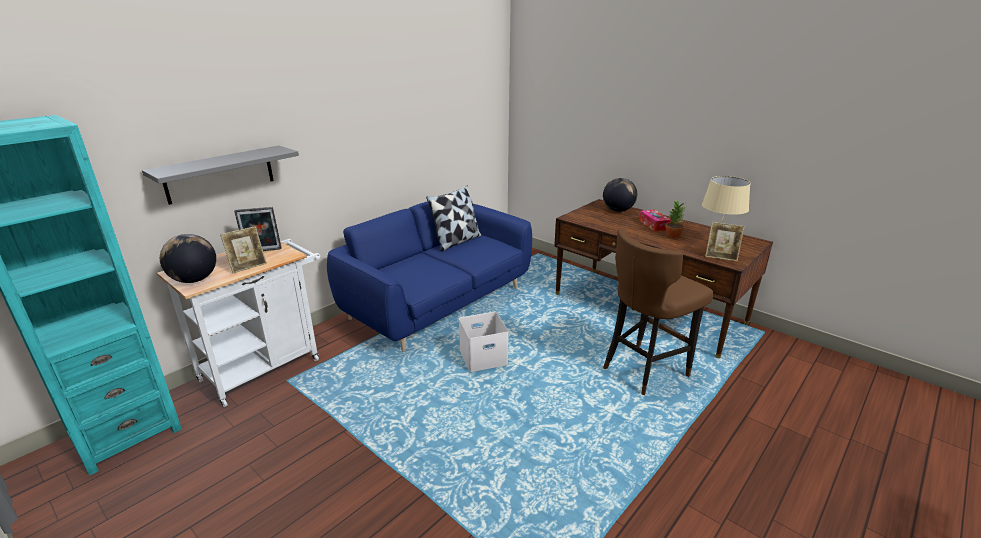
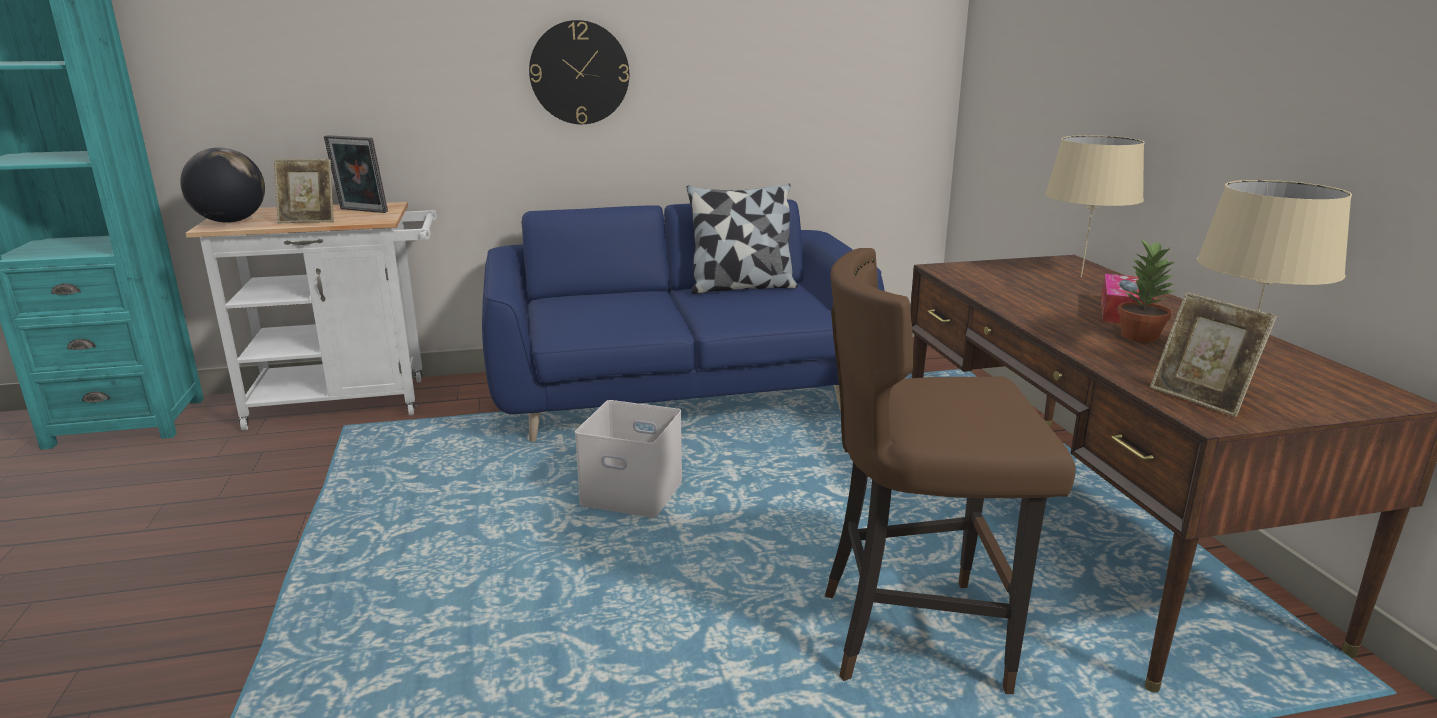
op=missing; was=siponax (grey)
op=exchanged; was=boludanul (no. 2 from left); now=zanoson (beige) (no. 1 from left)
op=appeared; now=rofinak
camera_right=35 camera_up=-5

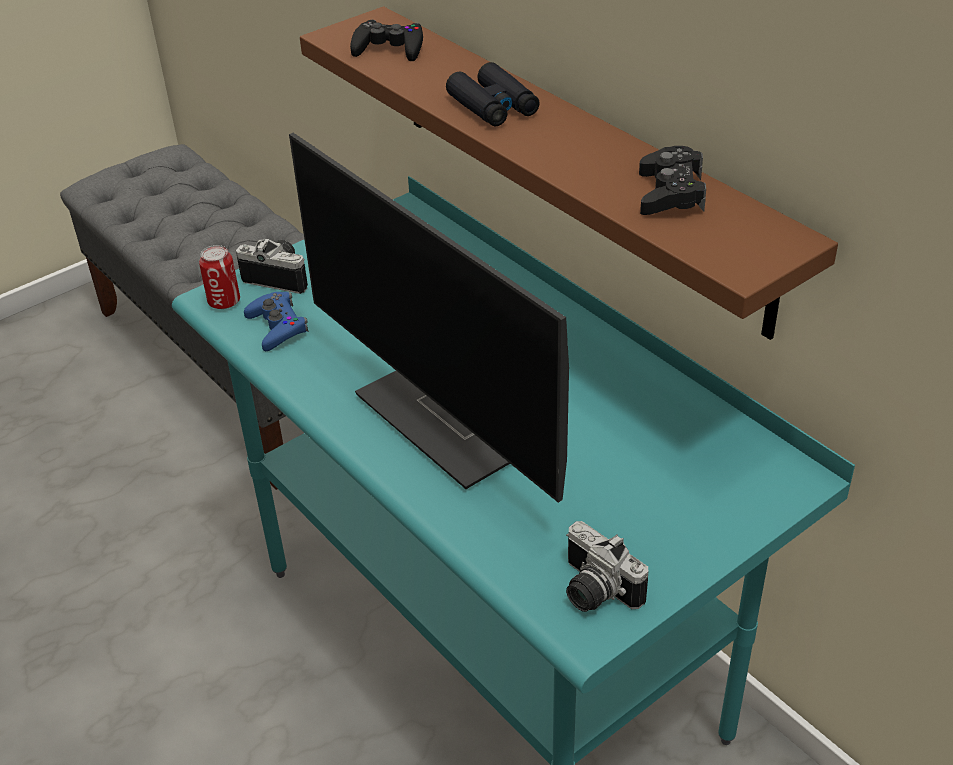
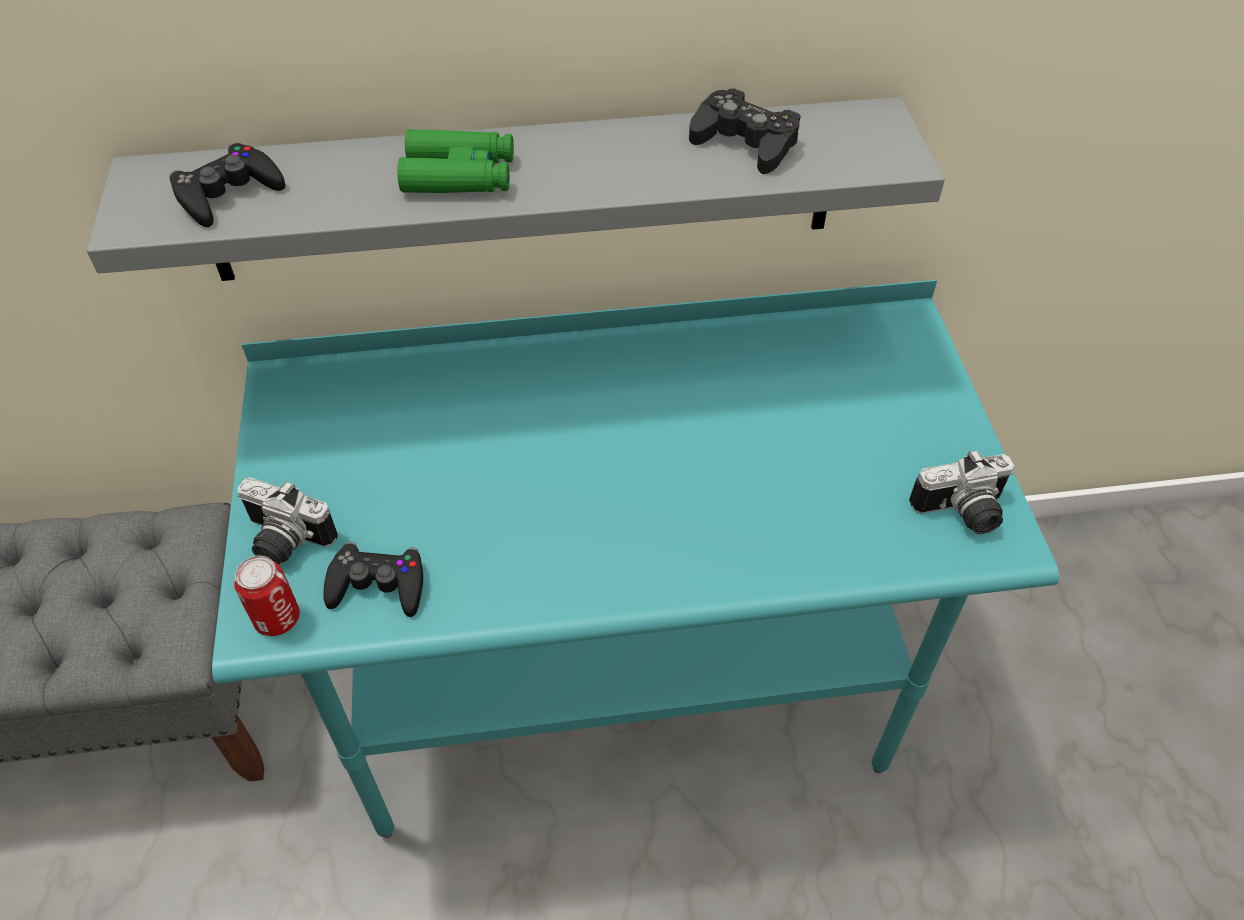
op=colour; was=siponax (brown); now=siponax (grey)
op=colour; was=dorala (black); now=dorala (green)
op=missing; was=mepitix
op=spun; was=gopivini (no. 1 from left); clockwise=-120
op=colour; was=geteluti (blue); now=geteluti (black) (no. 2 from left)
camera_right=-60 camera_up=10

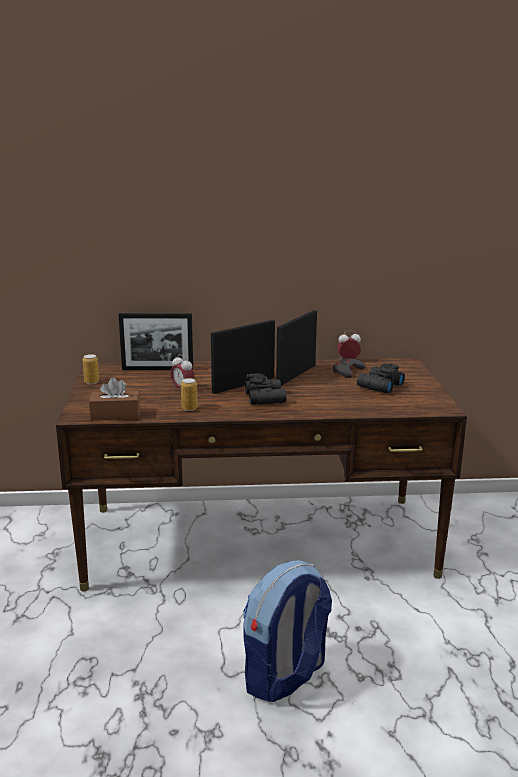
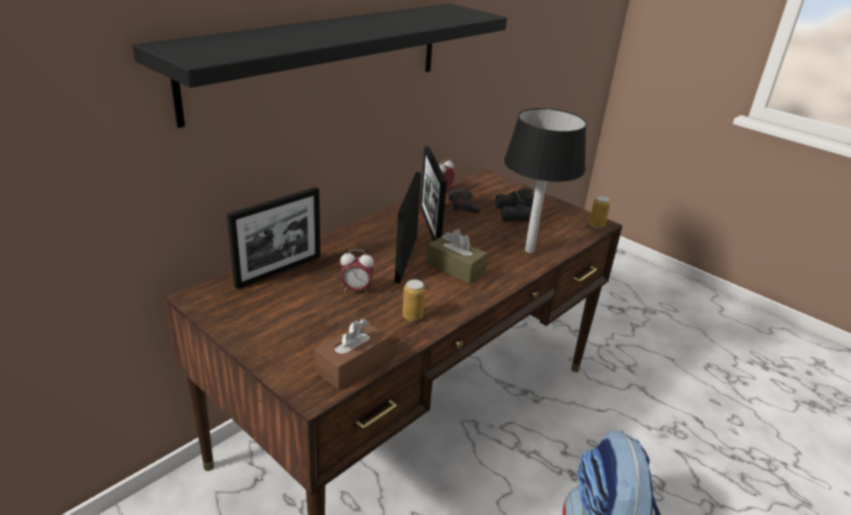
op=relocated; was=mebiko (no. 1 from left in the first image); now=mebiko (no. 2 from left)
op=exchanged; was=dorala (black) (no. 1 from left); now=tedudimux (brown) (no. 2 from left)
op=appeared; now=siponax (black)
op=appeared; now=zanoson (black)
camera_right=-45 camera_up=10

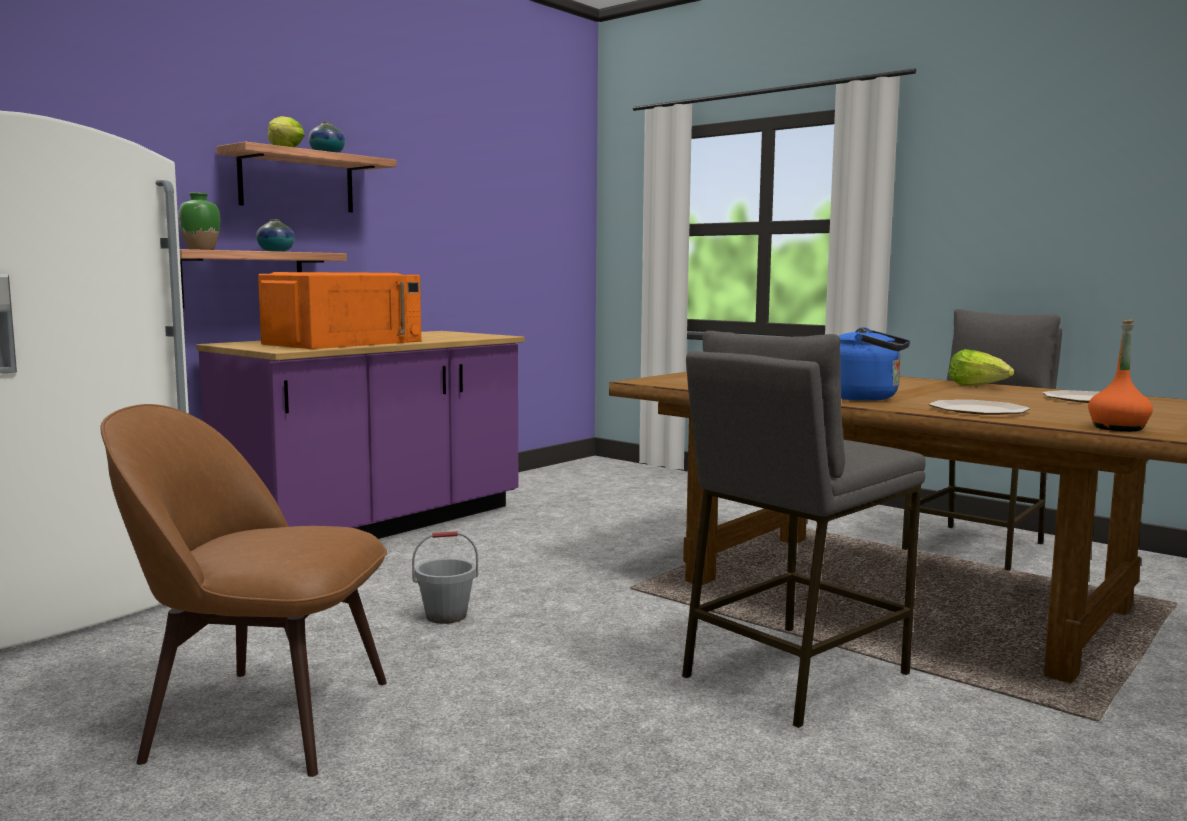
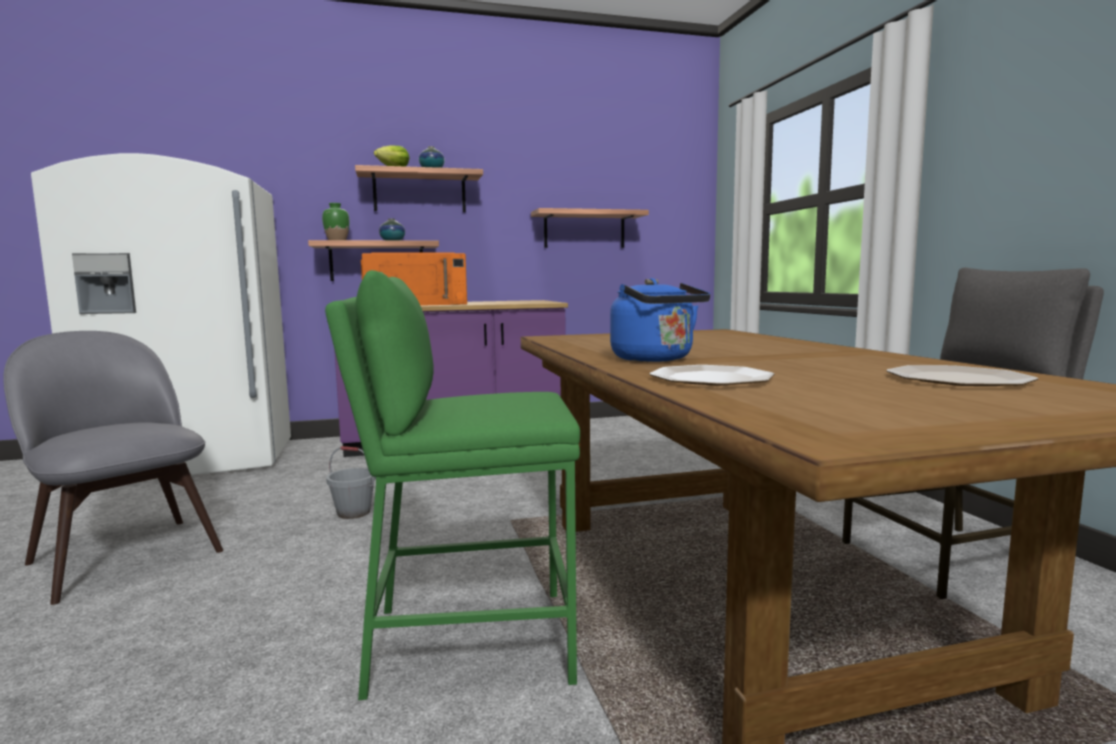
op=missing; was=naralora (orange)
op=colour; was=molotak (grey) (no. 1 from left); now=molotak (green)
op=missing; was=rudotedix (no. 2 from left)
op=colour; was=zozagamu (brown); now=zozagamu (grey)
op=appeared; now=siponax (no. 3 from left)
camera_right=35 camera_up=0

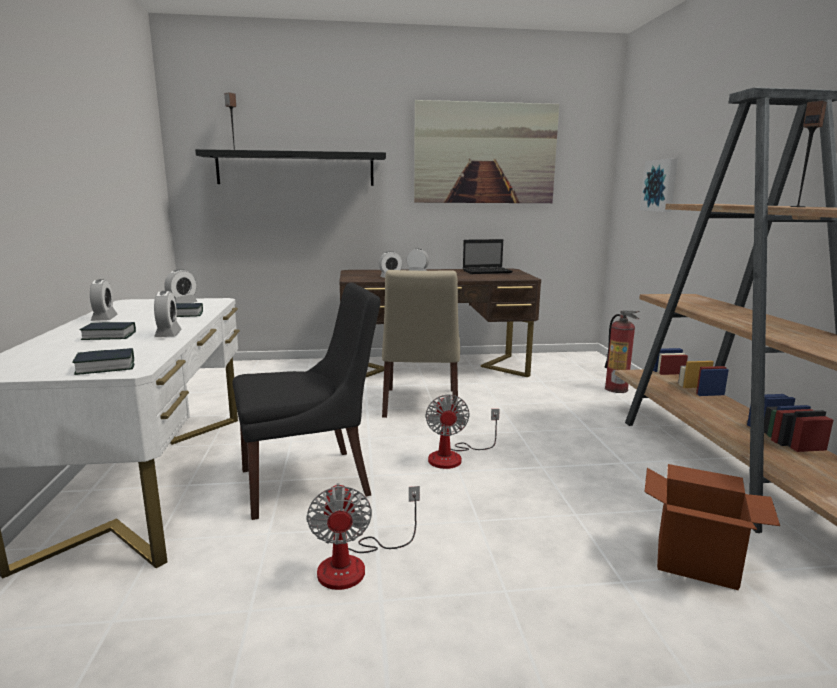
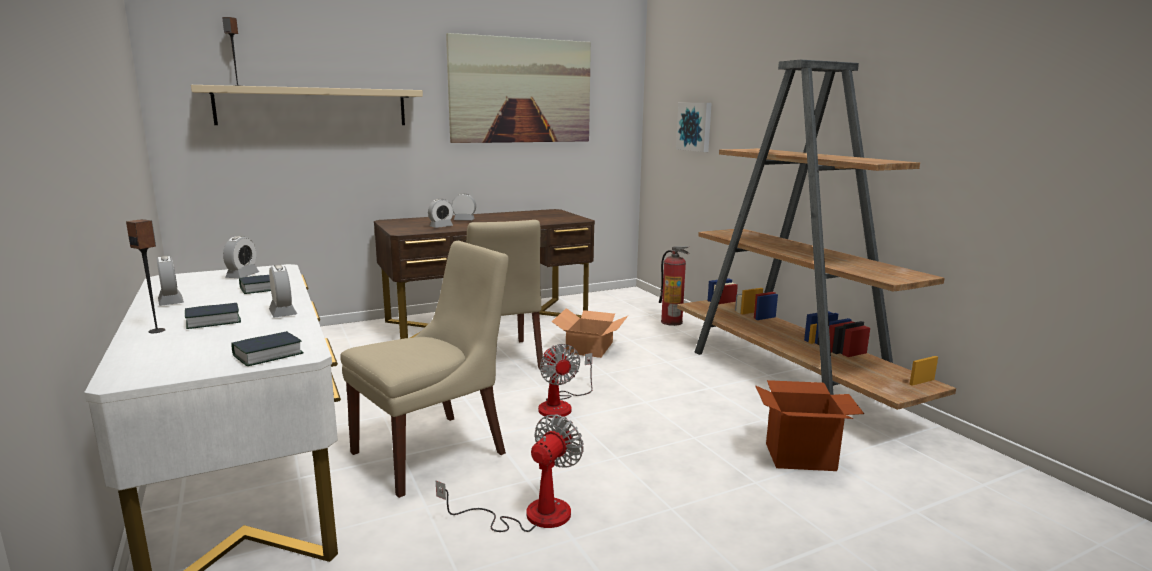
op=relocated; was=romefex (no. 2 from left in the first image); now=romefex (no. 1 from left)
op=colour; was=siponax (black); now=siponax (beige)
op=missing; was=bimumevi
op=colour; was=zozagamu (black); now=zozagamu (beige) (no. 1 from left)
op=spun; was=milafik (no. 1 from left); clockwise=-120
op=appeared; now=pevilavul (no. 1 from left)
camera_right=-20 camera_up=0

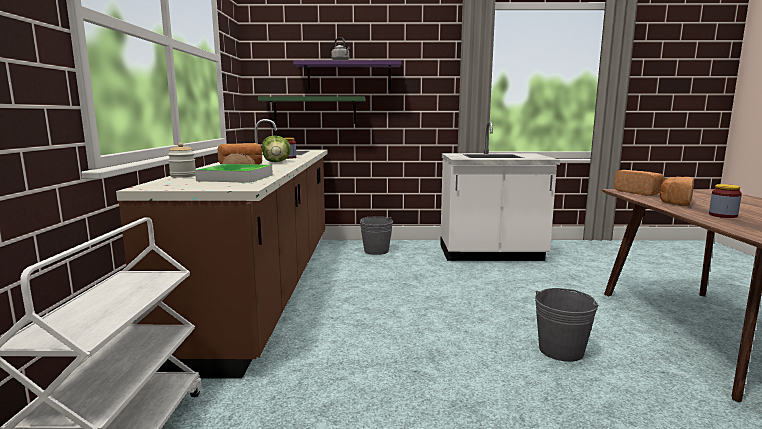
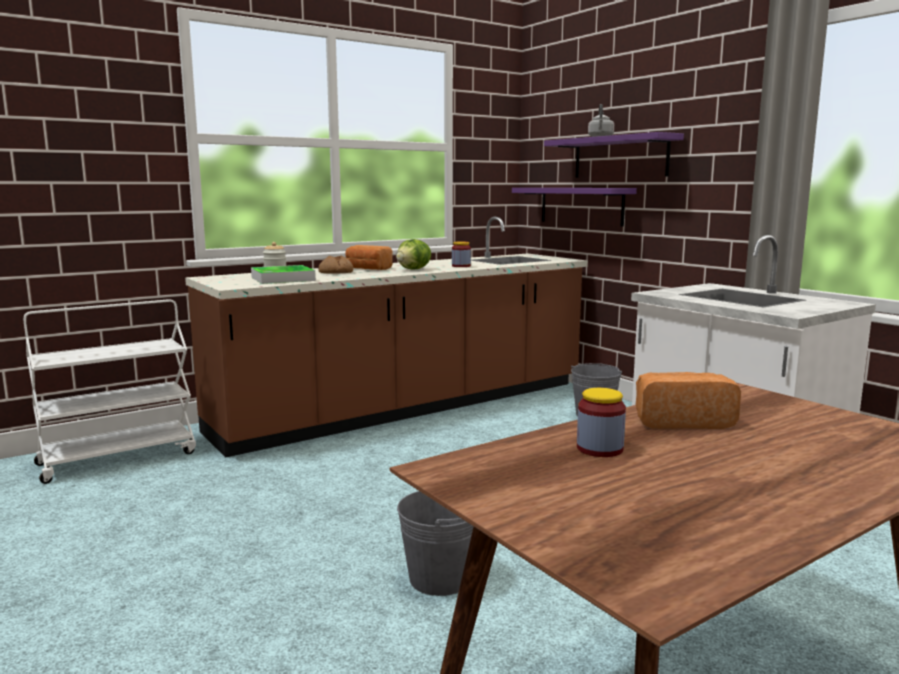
op=colour; was=siponax (green); now=siponax (purple) (no. 1 from left)
op=missing; was=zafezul (no. 3 from left)
camera_right=55 camera_up=0

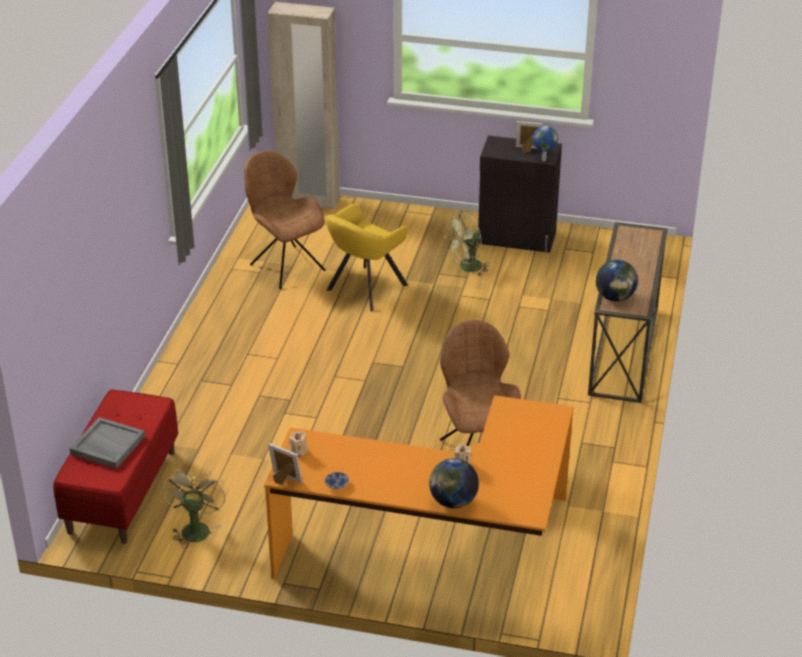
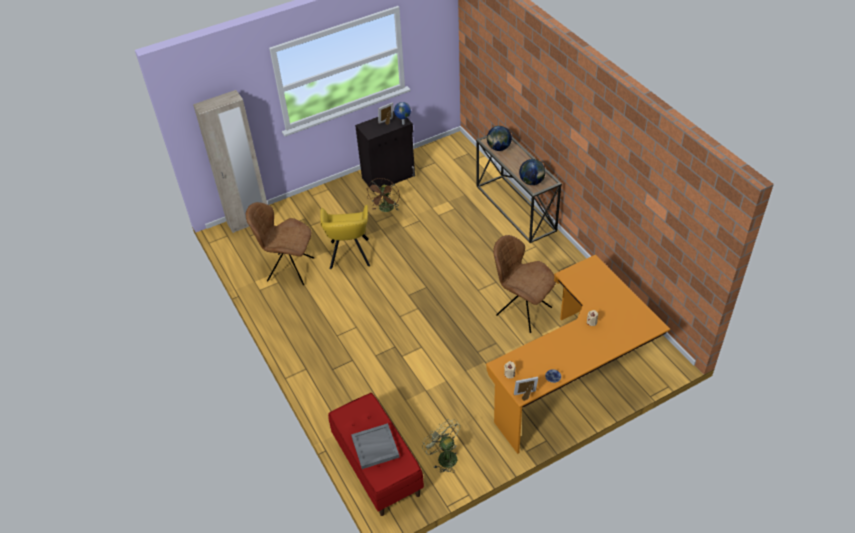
op=colour; was=milafik (green) (no. 2 from left); now=milafik (brown)
op=relocated; was=boludanul (no. 1 from left in the first image); now=boludanul (no. 2 from left)
camera_right=-40 camera_up=10

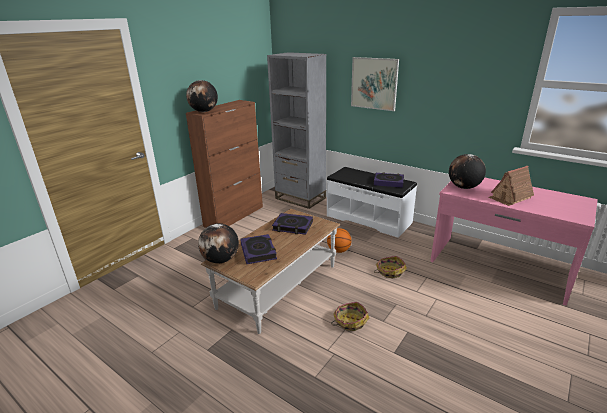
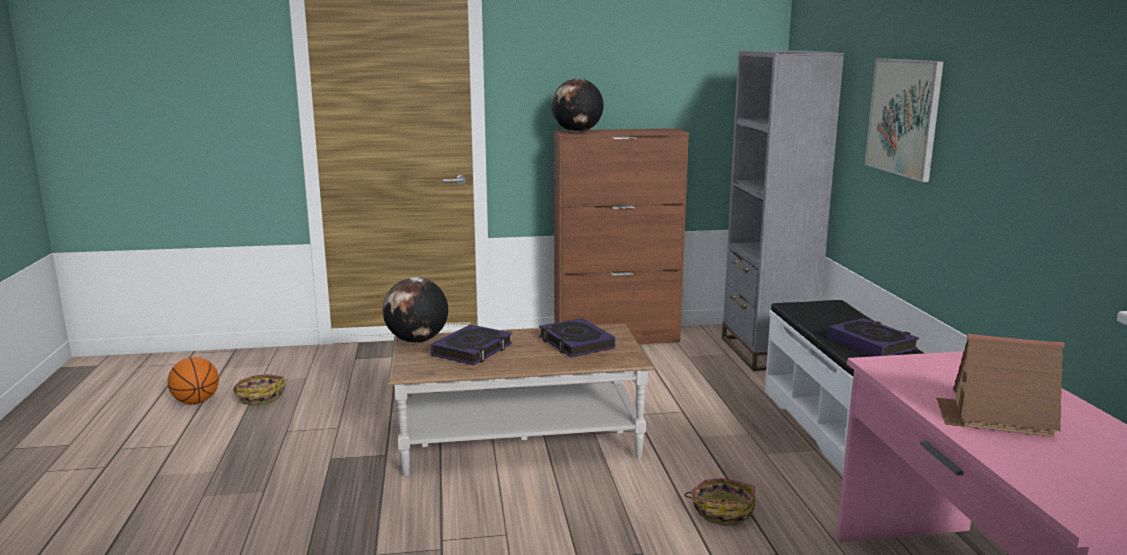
op=missing; was=boludanul (no. 3 from left)
op=relocated; was=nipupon
op=relocated; was=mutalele (no. 1 from left)
camera_right=45 camera_up=-10

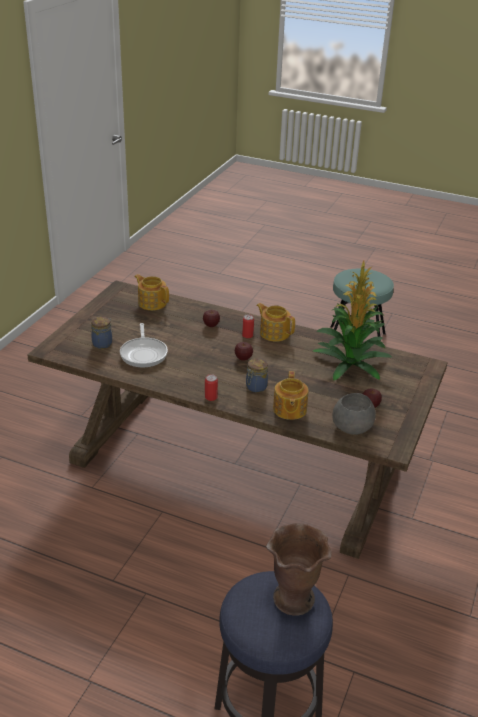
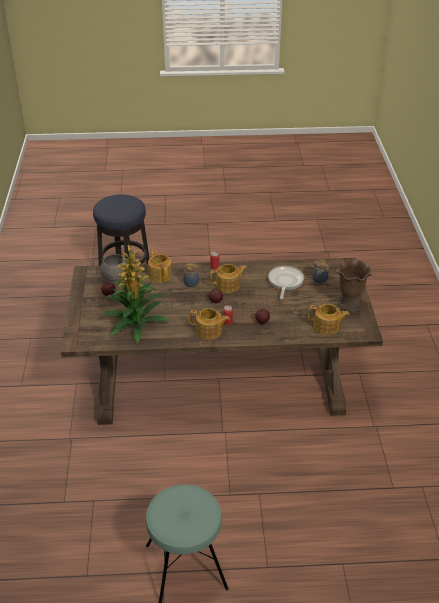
op=spun; was=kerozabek; clockwise=45
op=relocated; was=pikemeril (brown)
op=appeared; now=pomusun (no. 3 from left)
camera_right=155 camera_up=5

